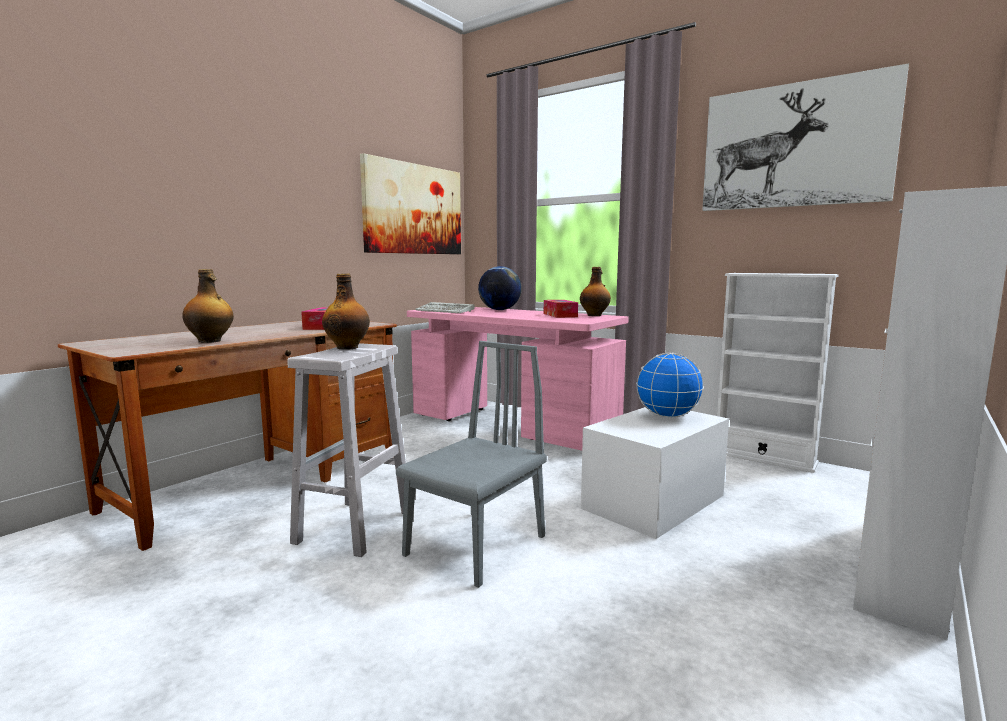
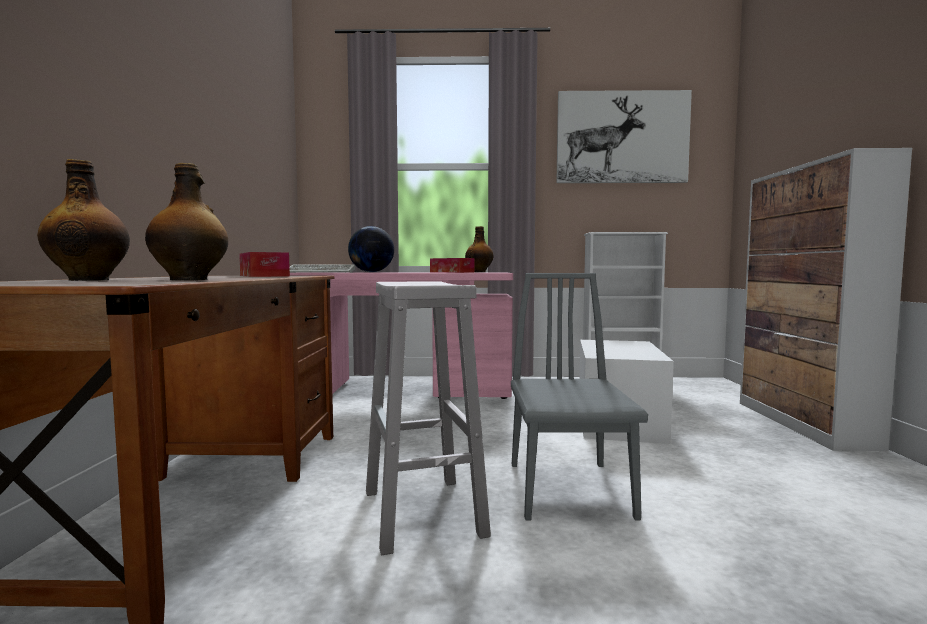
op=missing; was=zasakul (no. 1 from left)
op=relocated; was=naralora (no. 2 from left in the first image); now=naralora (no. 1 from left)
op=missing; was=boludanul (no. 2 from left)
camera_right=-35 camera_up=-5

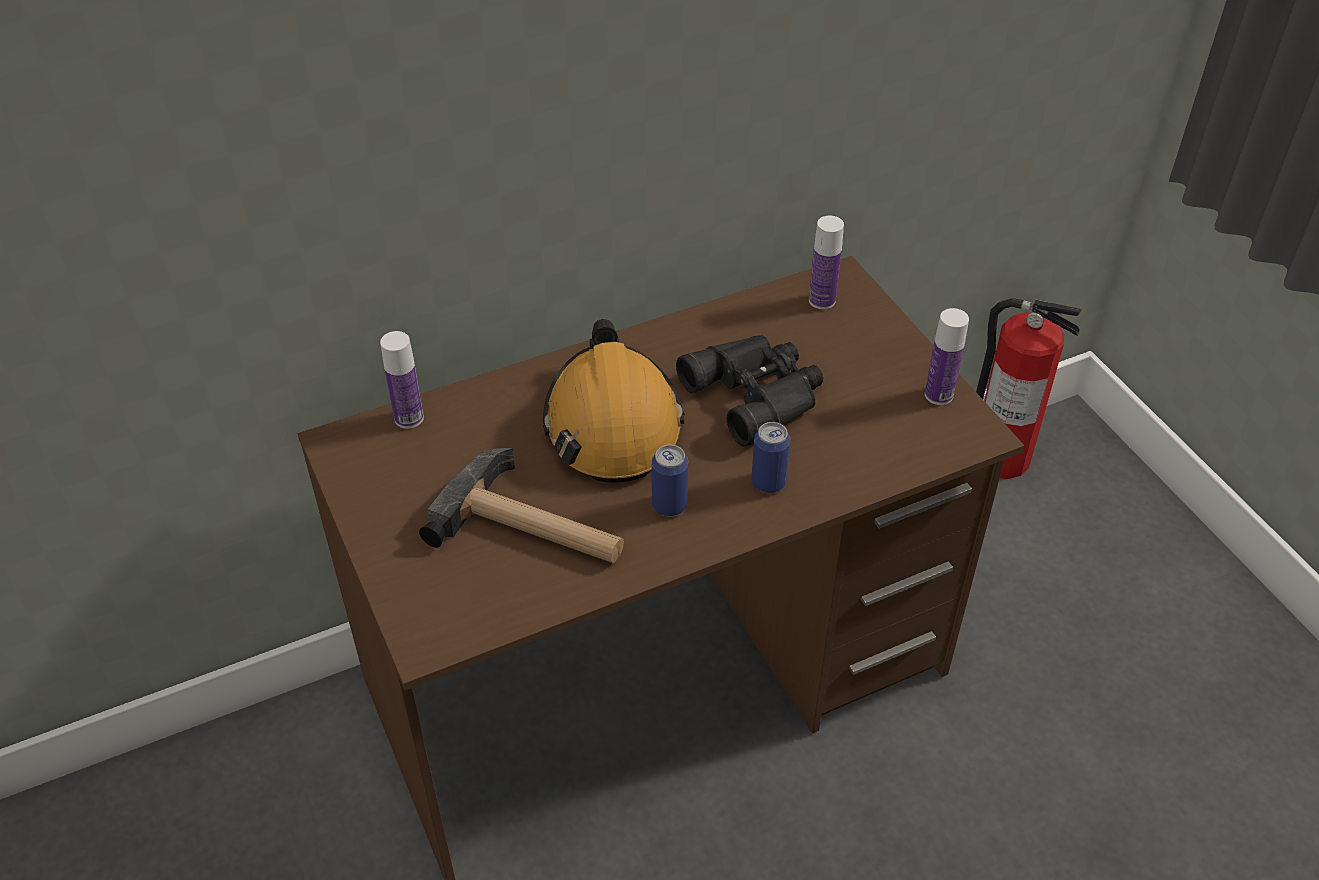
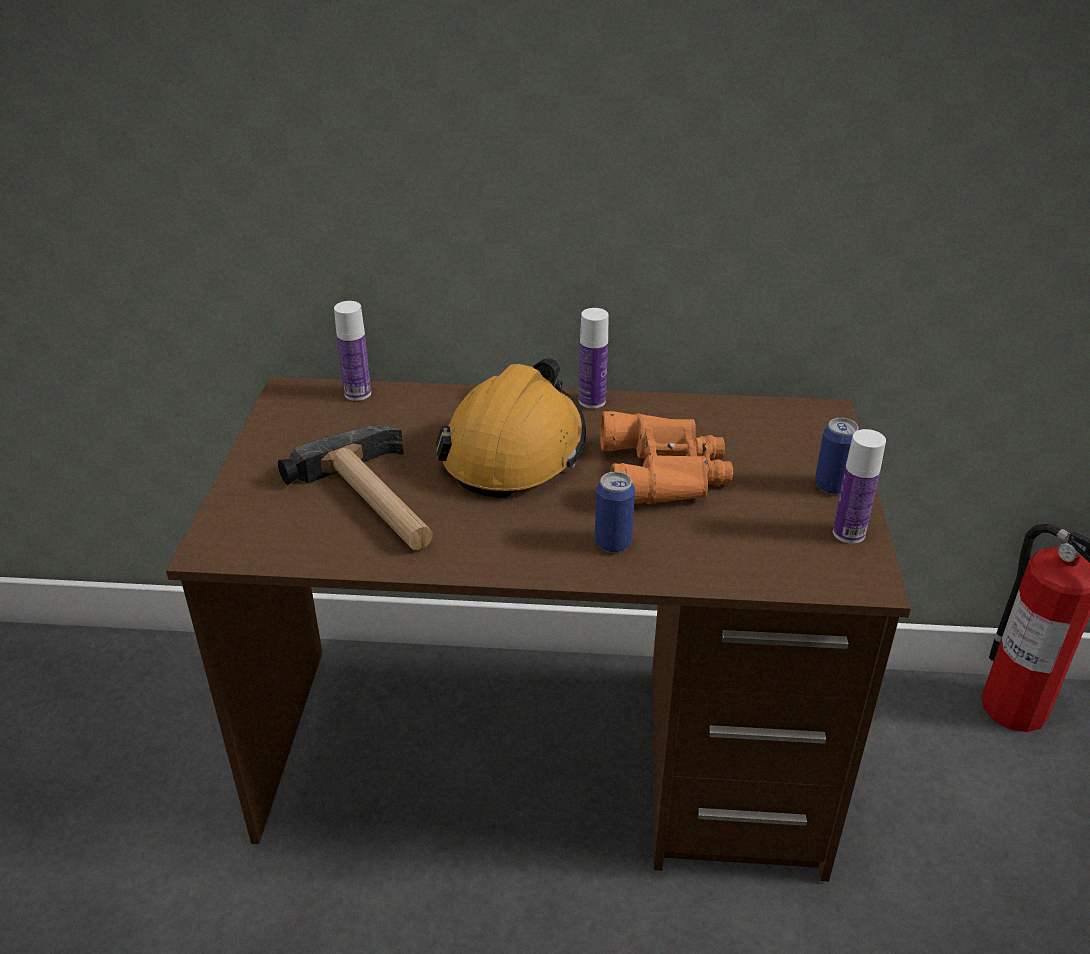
op=relocated; was=naralora (no. 2 from left)
op=colour; was=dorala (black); now=dorala (orange)
op=relocated; was=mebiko (no. 1 from left in the first image); now=mebiko (no. 2 from left)
camera_right=30 camera_up=-10

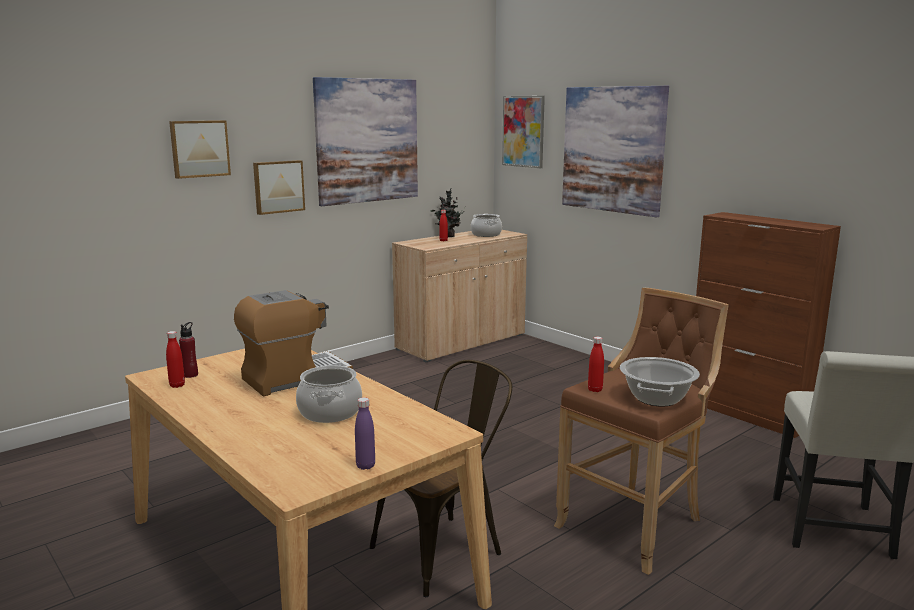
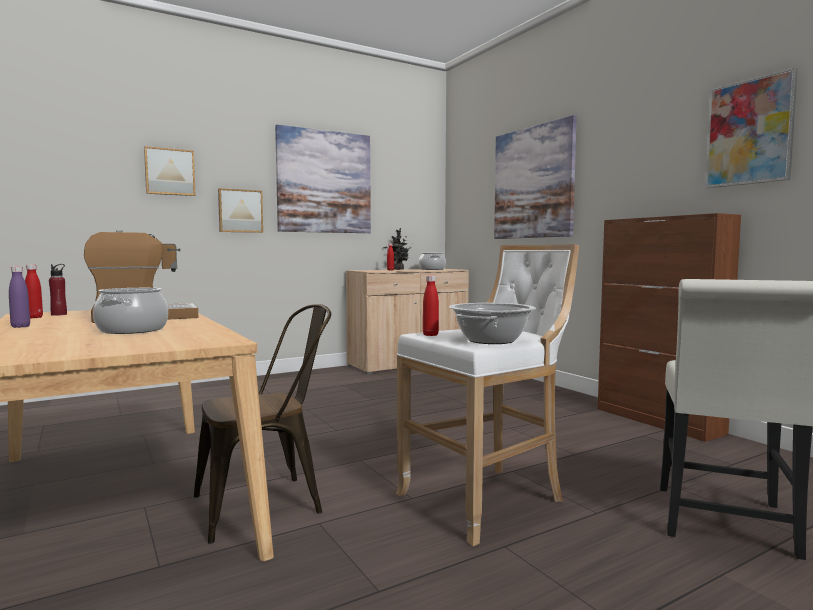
op=relocated; was=zasakul (no. 4 from left in the first image); now=zasakul (no. 5 from left)
op=colour; was=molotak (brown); now=molotak (white)
op=relocated; was=naralora (purple)
camera_right=10 camera_up=-10

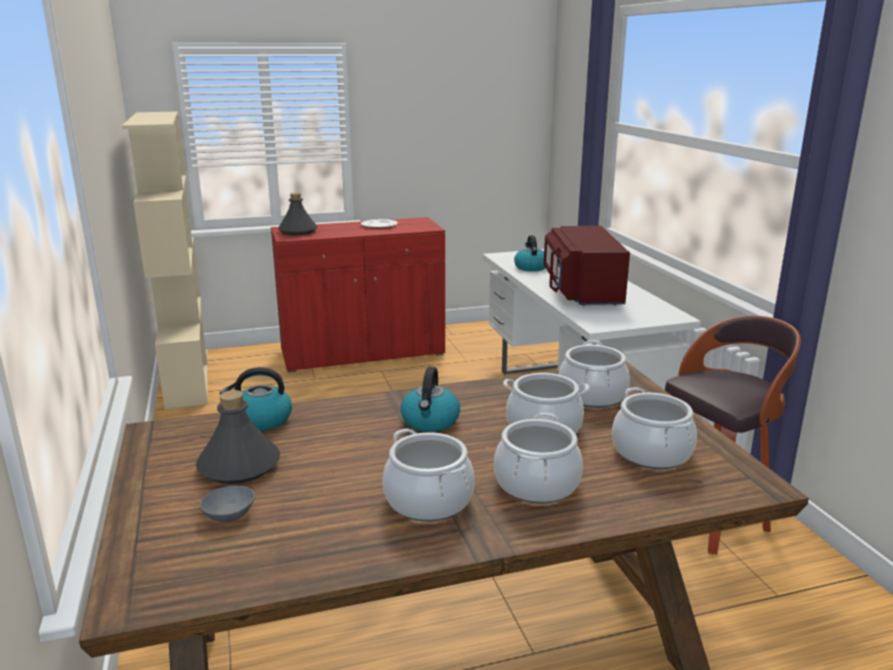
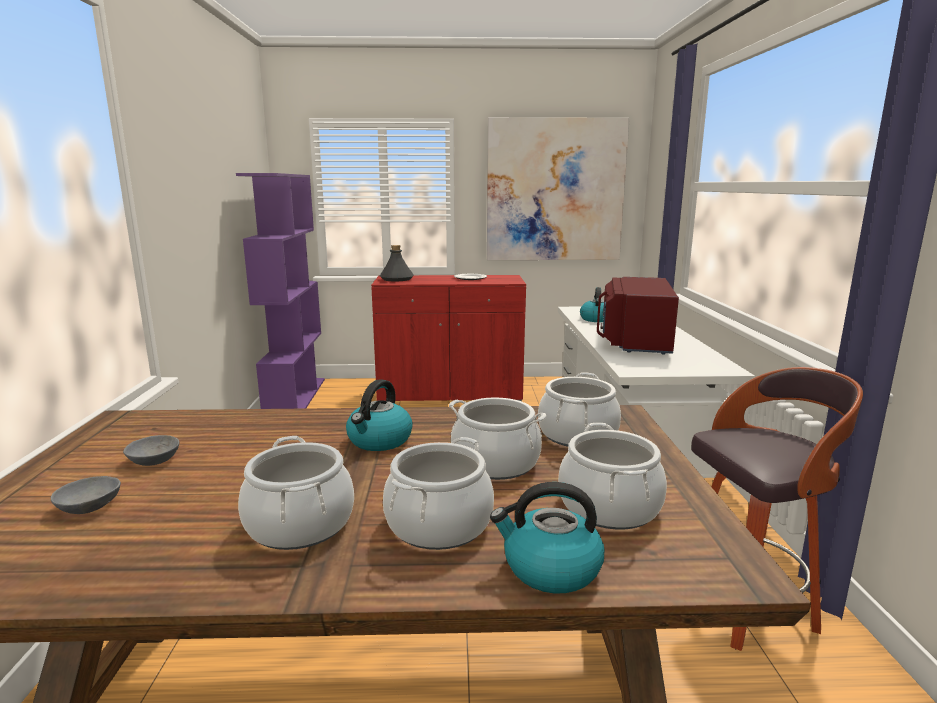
op=colour; was=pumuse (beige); now=pumuse (purple)
op=relocated; was=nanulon (no. 1 from left in the first image); now=nanulon (no. 2 from left)
op=exchanged; was=naralora (grey) (no. 1 from left); now=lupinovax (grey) (no. 2 from left)
op=appeared; now=zasakul
camera_right=15 camera_up=-5

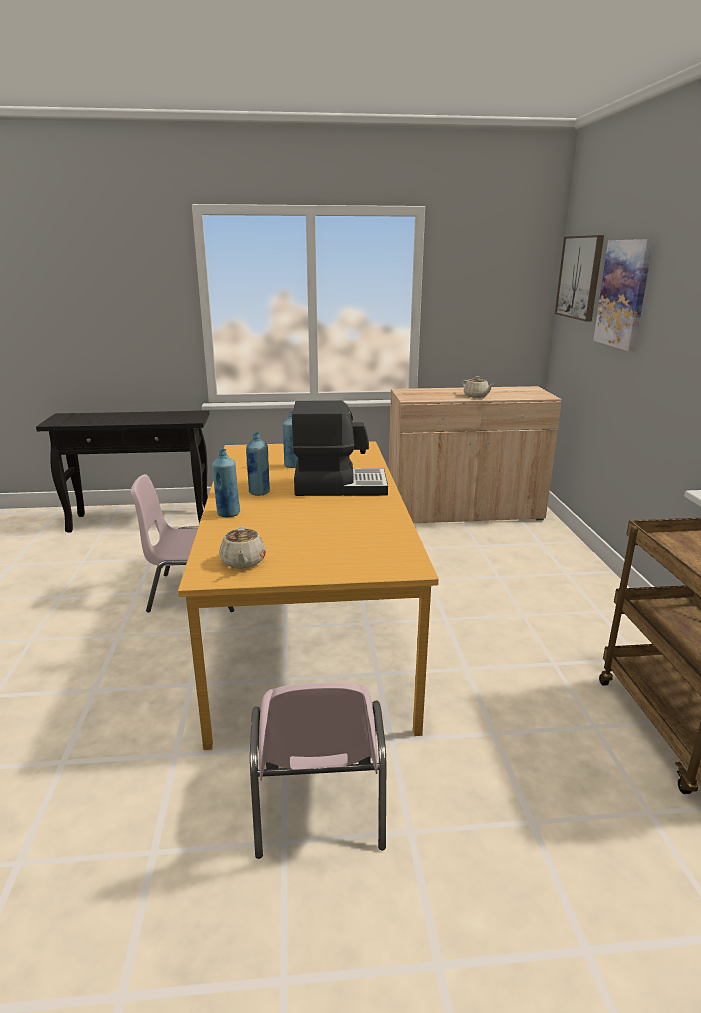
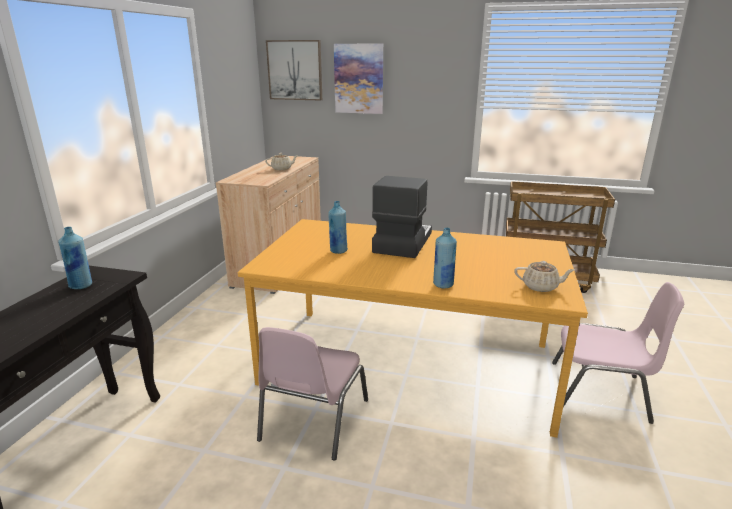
op=relocated; was=naralora (blue) (no. 2 from left in the first image); now=naralora (blue) (no. 1 from left)
camera_right=-70 camera_up=0

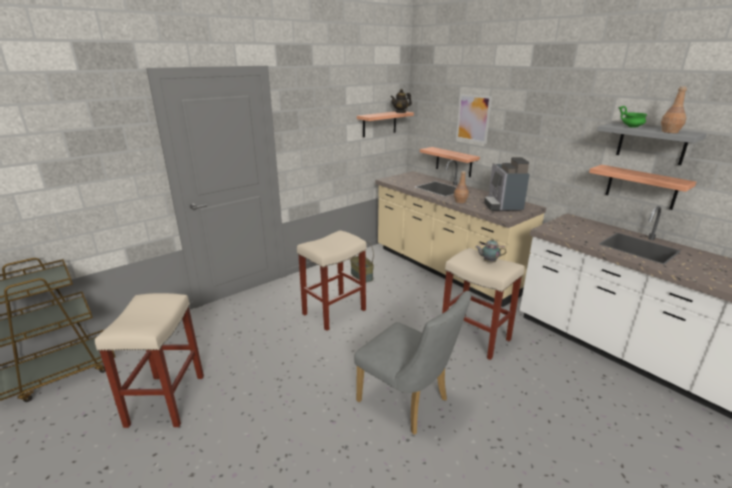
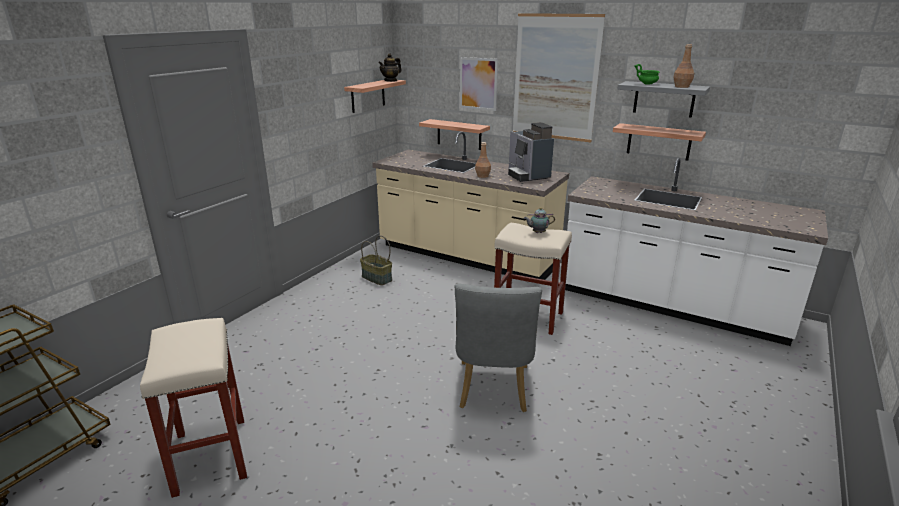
op=missing; was=molotak (beige) (no. 2 from left)
op=spun; was=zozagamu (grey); clockwise=75
op=appeared; now=zasakul (no. 2 from left)
camera_right=-20 camera_up=0

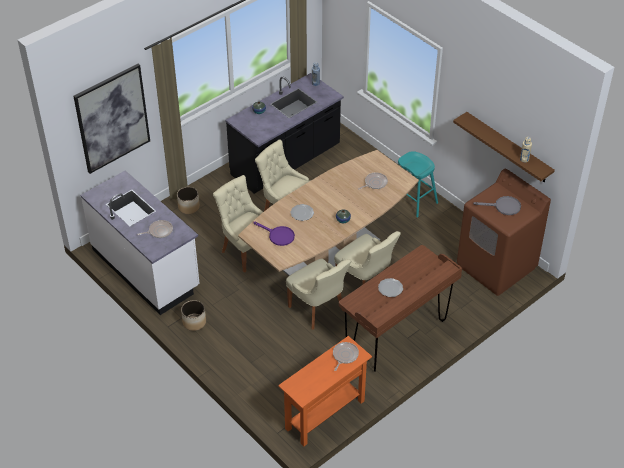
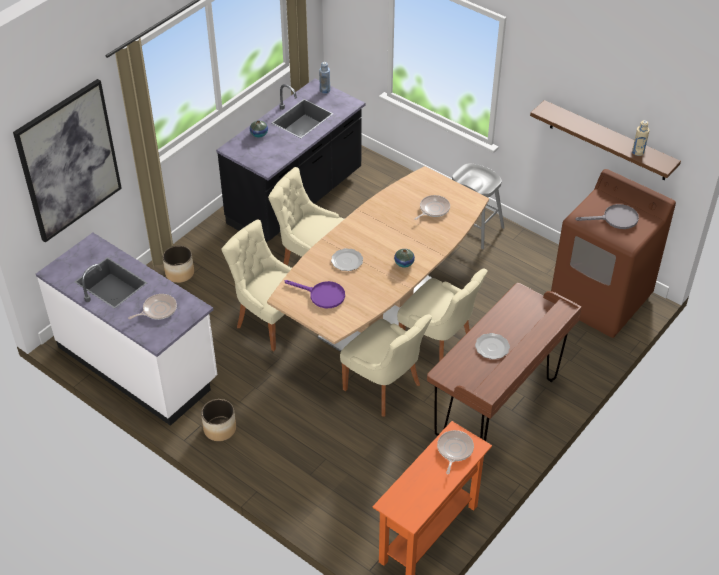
op=colour; was=molotak (turquoise); now=molotak (grey)
camera_right=-10 camera_up=0

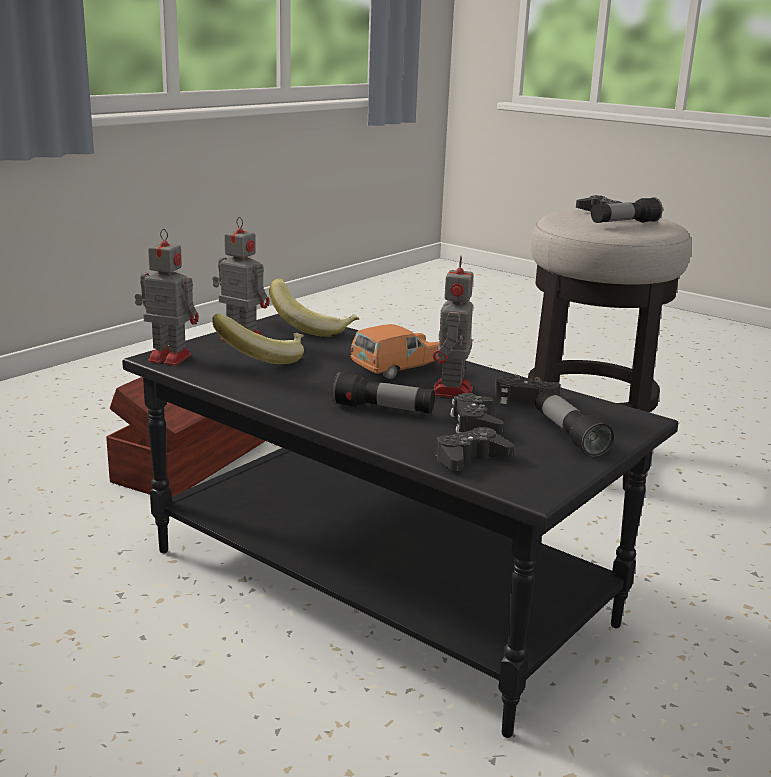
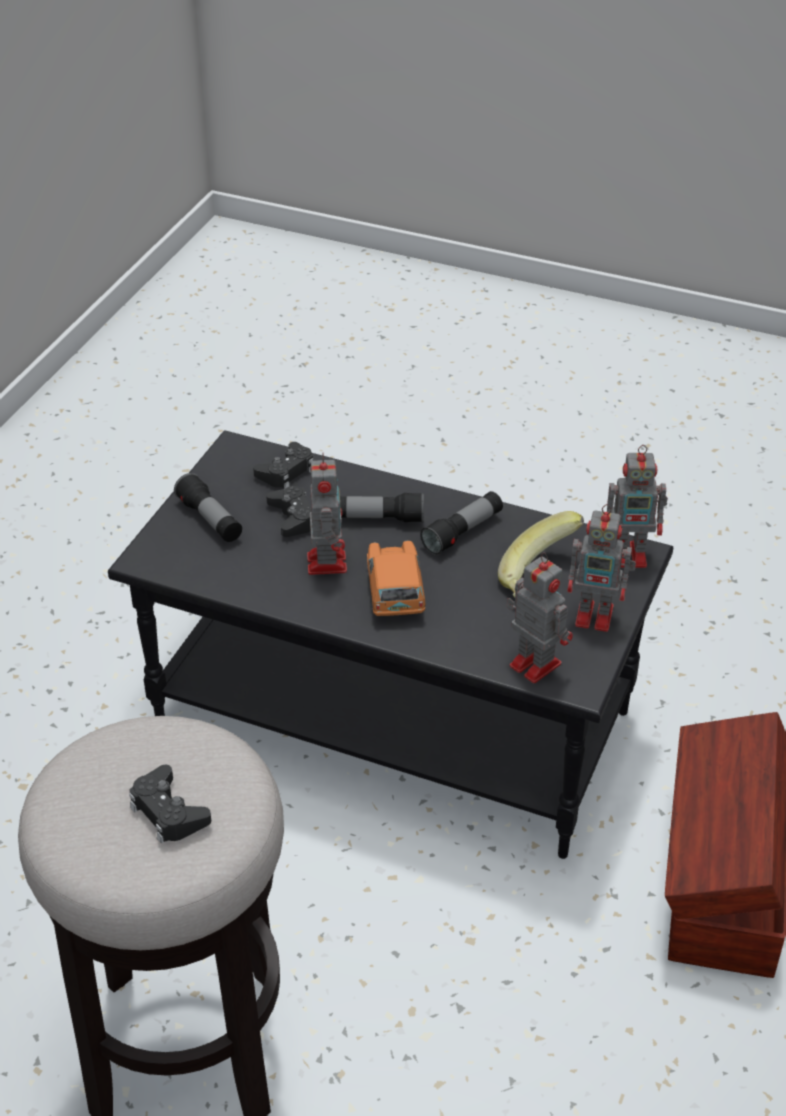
op=relocated; was=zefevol (no. 3 from left)
op=exchanged; was=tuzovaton (no. 2 from left); now=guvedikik (no. 2 from left)
op=spun; was=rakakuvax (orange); clockwise=135
op=missing; was=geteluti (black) (no. 3 from left)
camera_right=165 camera_up=20

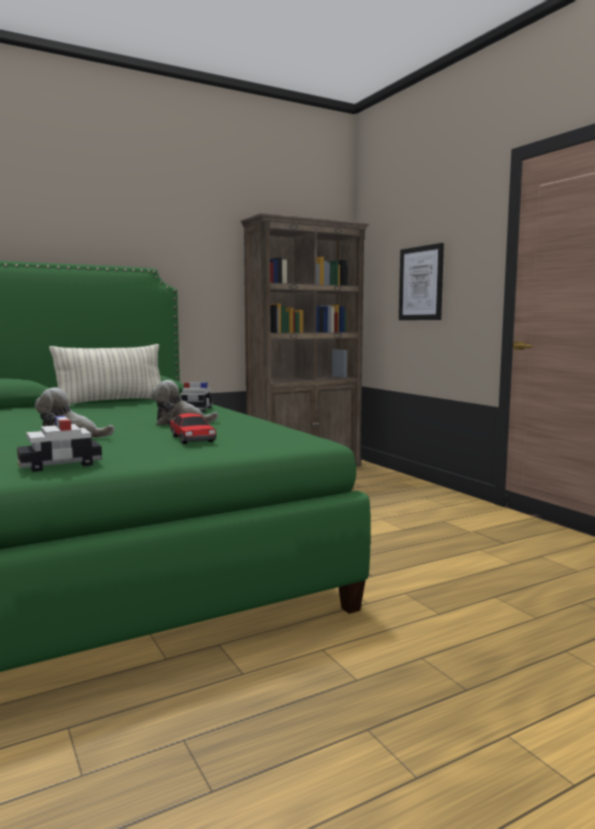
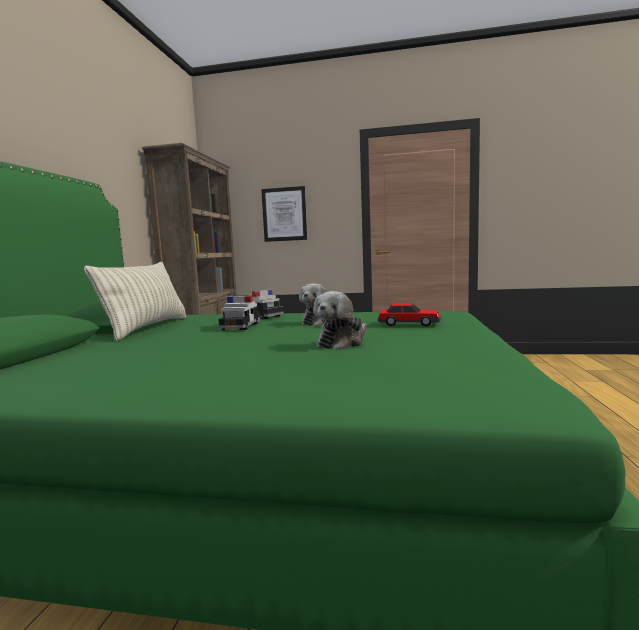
op=relocated; was=rakakuvax (no. 1 from left)
camera_right=-50 camera_up=0

